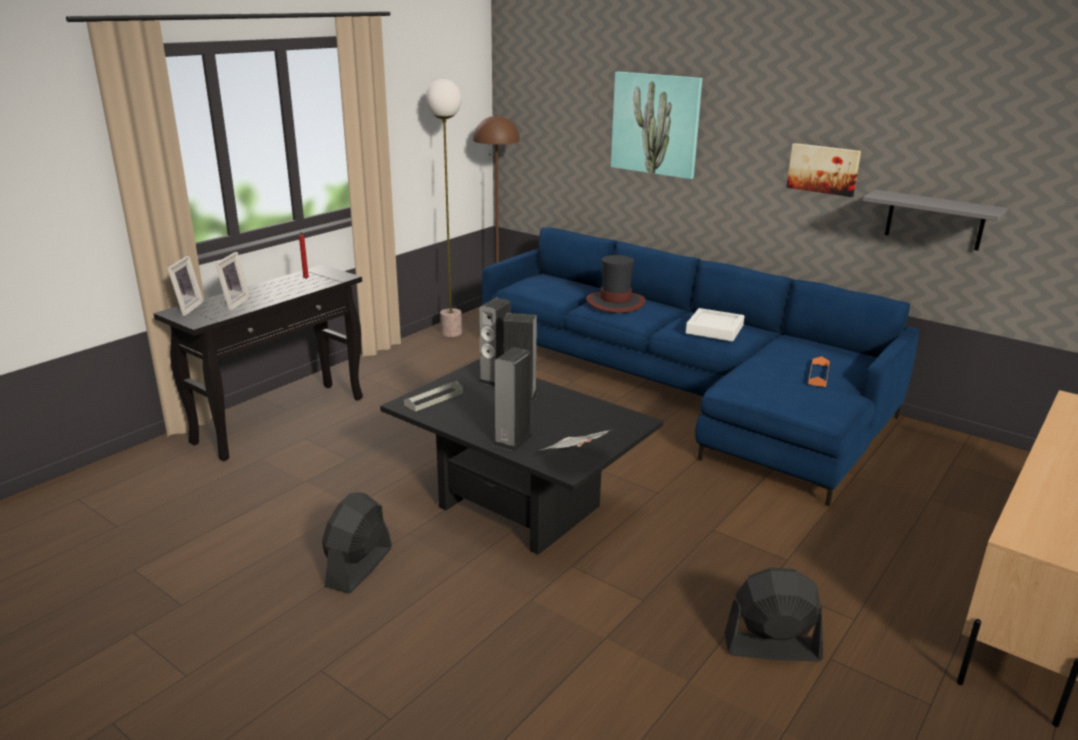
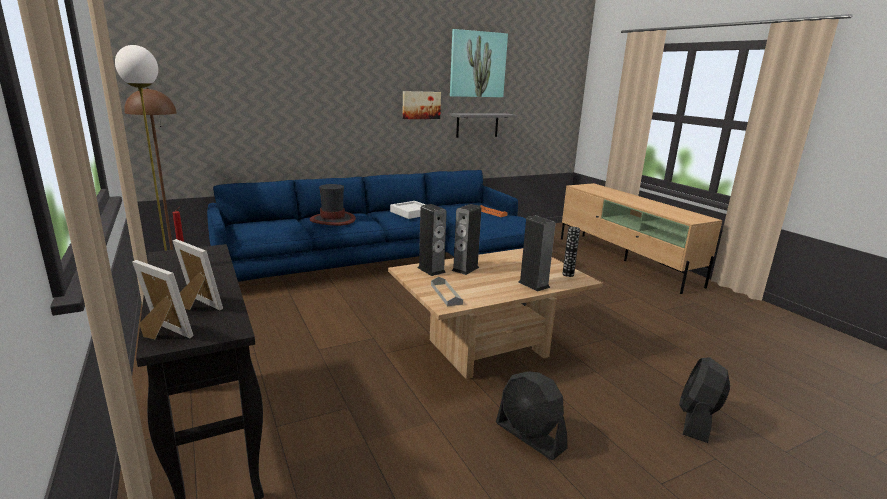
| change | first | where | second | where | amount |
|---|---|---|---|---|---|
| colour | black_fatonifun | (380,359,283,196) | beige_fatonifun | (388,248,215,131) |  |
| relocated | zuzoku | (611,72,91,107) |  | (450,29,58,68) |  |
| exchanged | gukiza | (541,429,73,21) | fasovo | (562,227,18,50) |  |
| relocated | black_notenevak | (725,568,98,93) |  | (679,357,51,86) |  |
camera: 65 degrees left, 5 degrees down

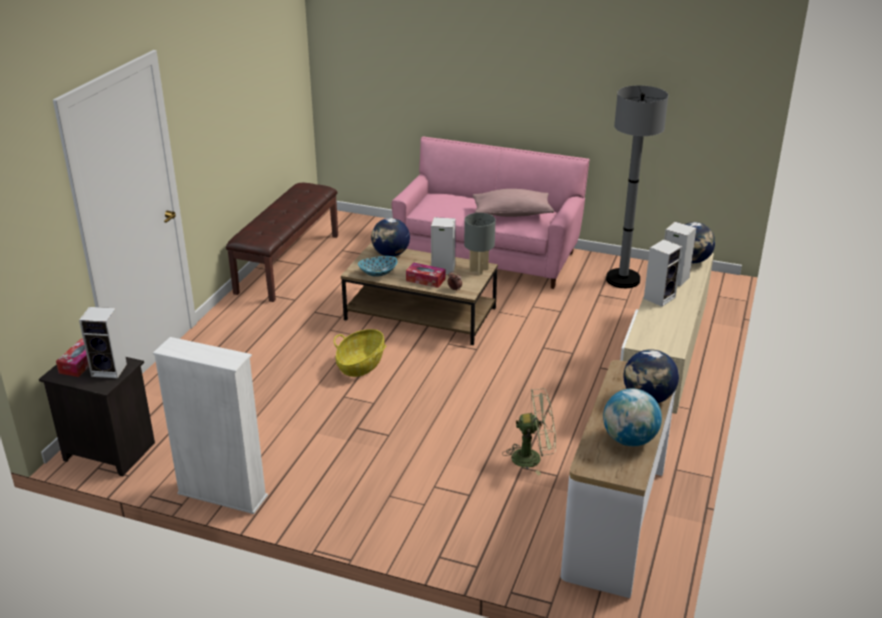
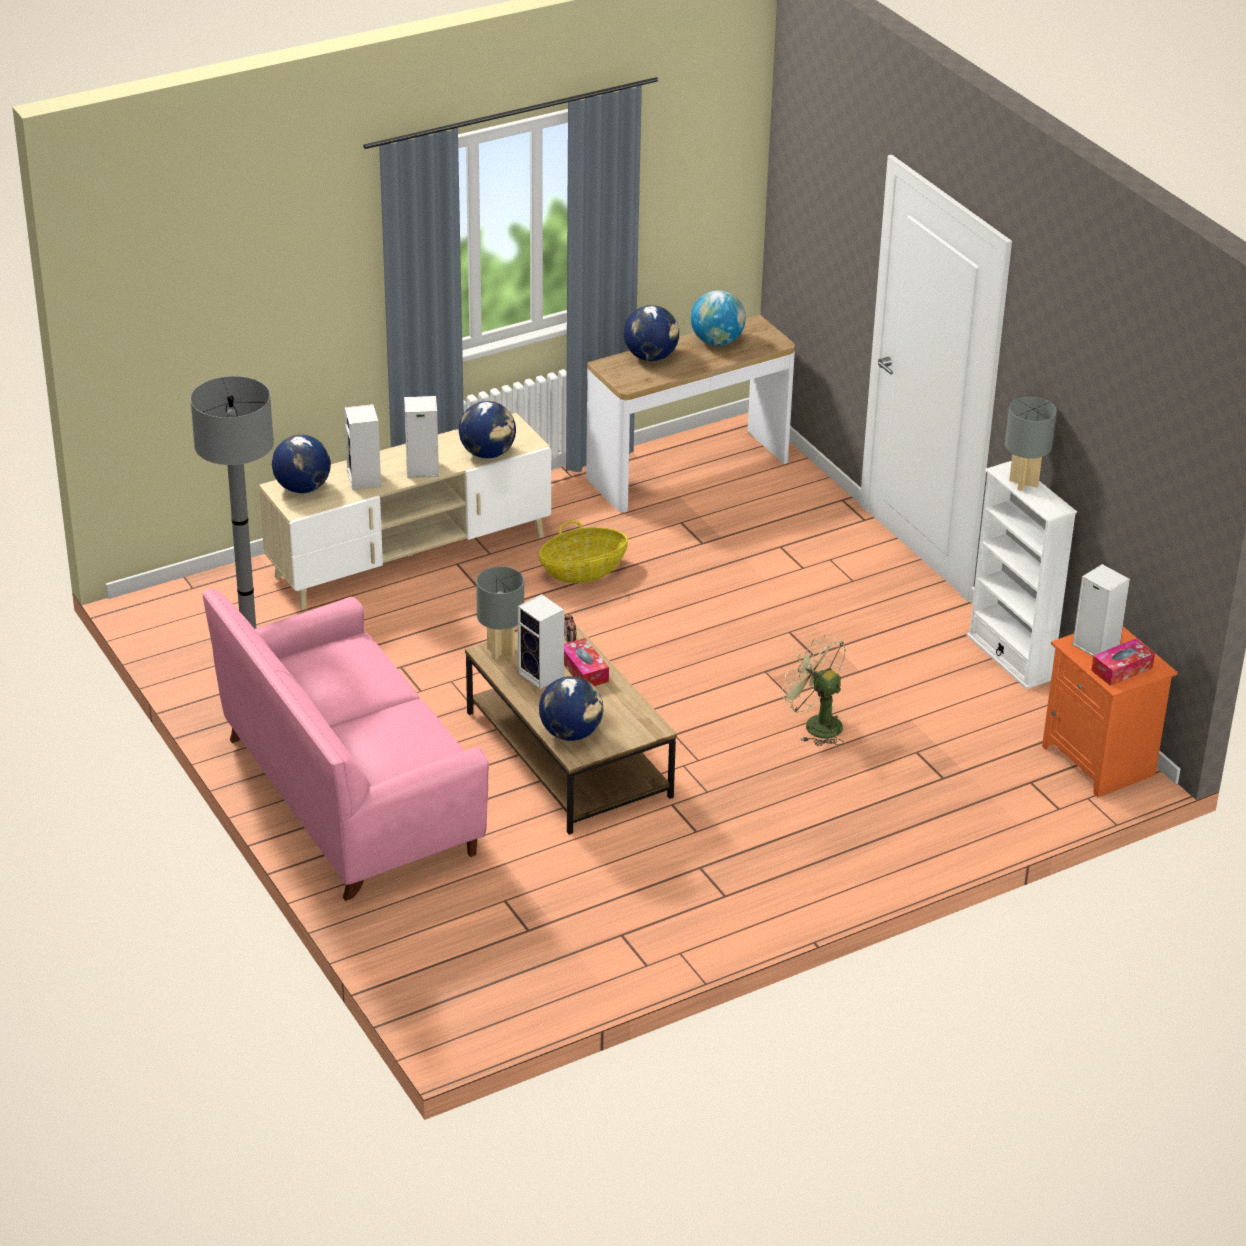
| change | first | where | second | where | amount |
|---|---|---|---|---|---|
| appeared |  |  | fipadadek | (459,401,57,57) |  |
| relocated | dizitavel | (334,329,52,48) |  | (539,521,89,62) |  |
| relocated | green_notenevak | (502,388,54,87) |  | (780,634,66,112) |  |
| appeared |  |  | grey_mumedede | (1005,397,52,94) |  |
| colour | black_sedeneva | (39,357,116,119) | orange_sedeneva | (1042,627,136,171) |  |
| missing | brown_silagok | (226,183,112,119) |  |  |  |
| missing | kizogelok | (358,256,39,21) |  |  |  |
| missing | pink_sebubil | (473,189,81,28) |  |  |  |
camera: 140 degrees left, 5 degrees up

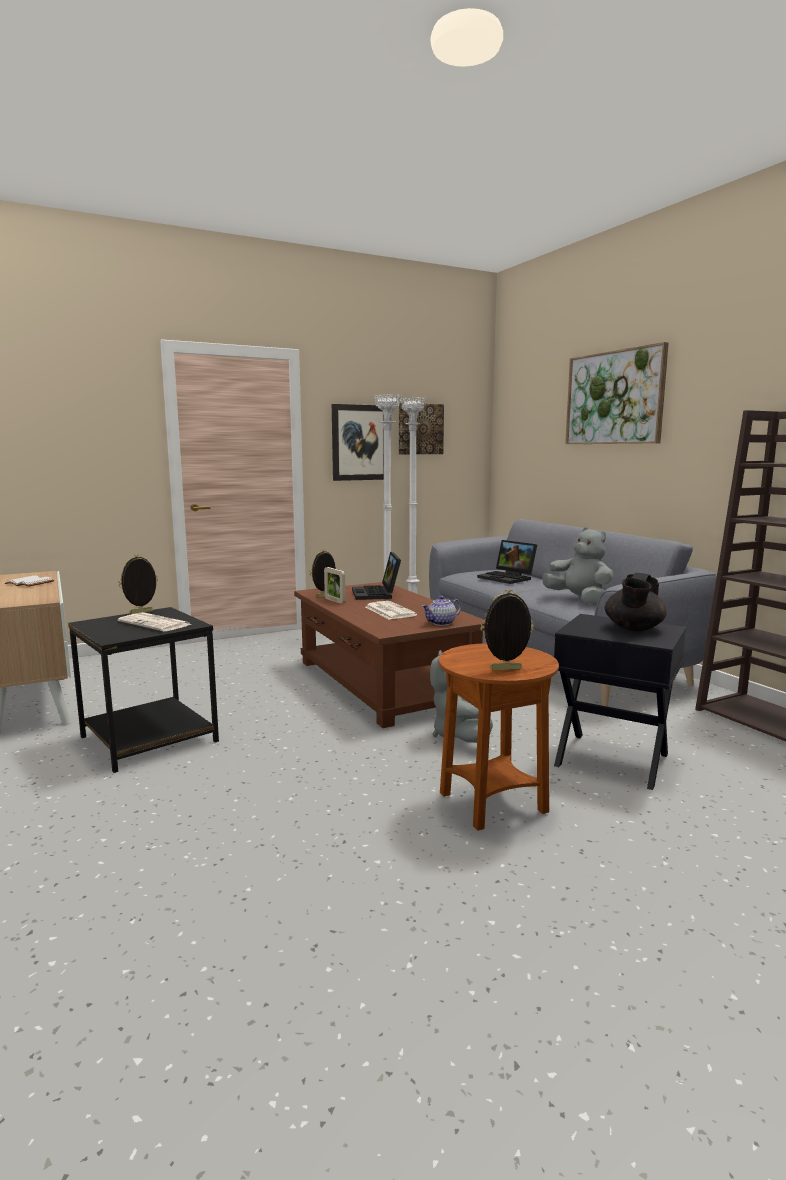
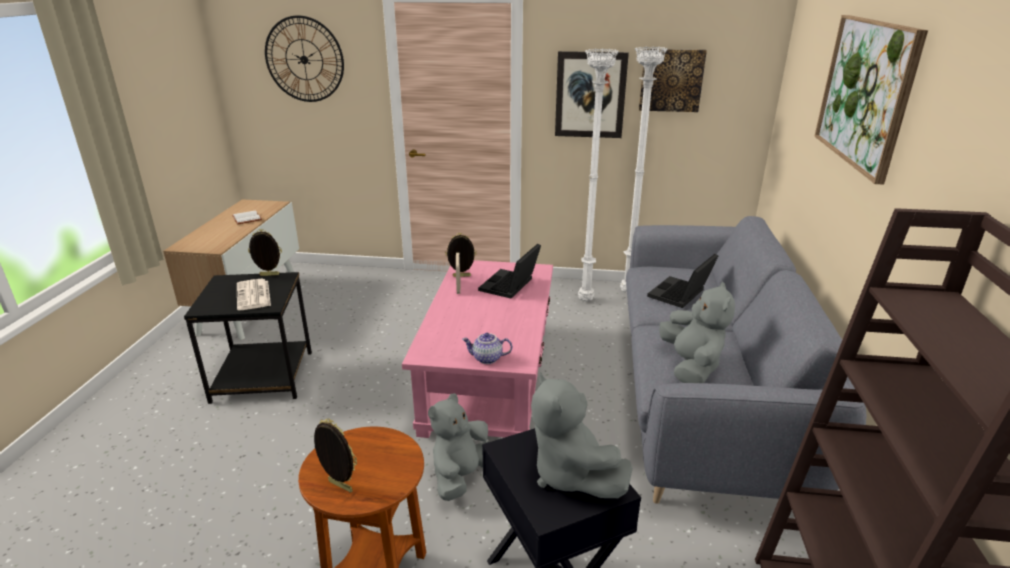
| change | first | where | second | where | amount |
|---|---|---|---|---|---|
| appeared |  |  | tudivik | (265,15,79,87) |  |
| colour | brown_fatonifun | (294,582,191,146) | pink_fatonifun | (402,260,151,178) |  |
| exchanged | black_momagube | (605,573,62,58) | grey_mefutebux | (531,372,102,126) |  |
| spun | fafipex | (477,540,60,44) |  | (647,254,71,54) | 45 degrees clockwise |
| missing | gukiza | (365,601,52,19) |  |  |  |
camera: 35 degrees right, 15 degrees up

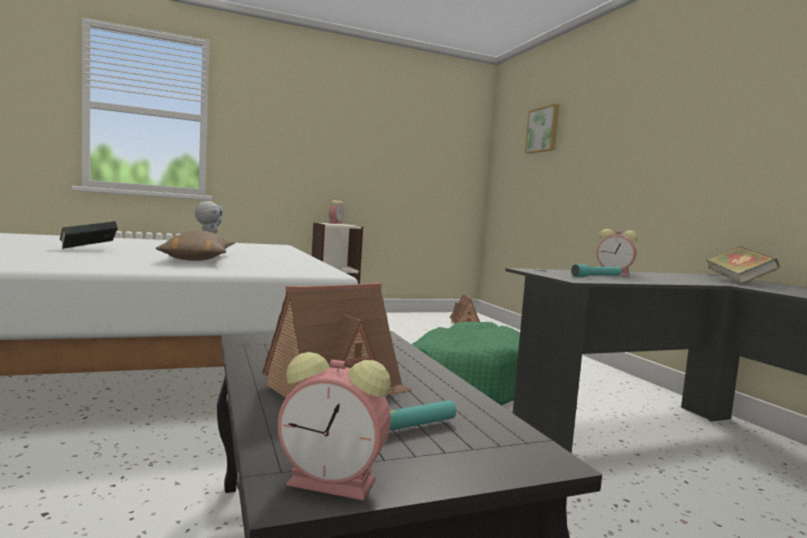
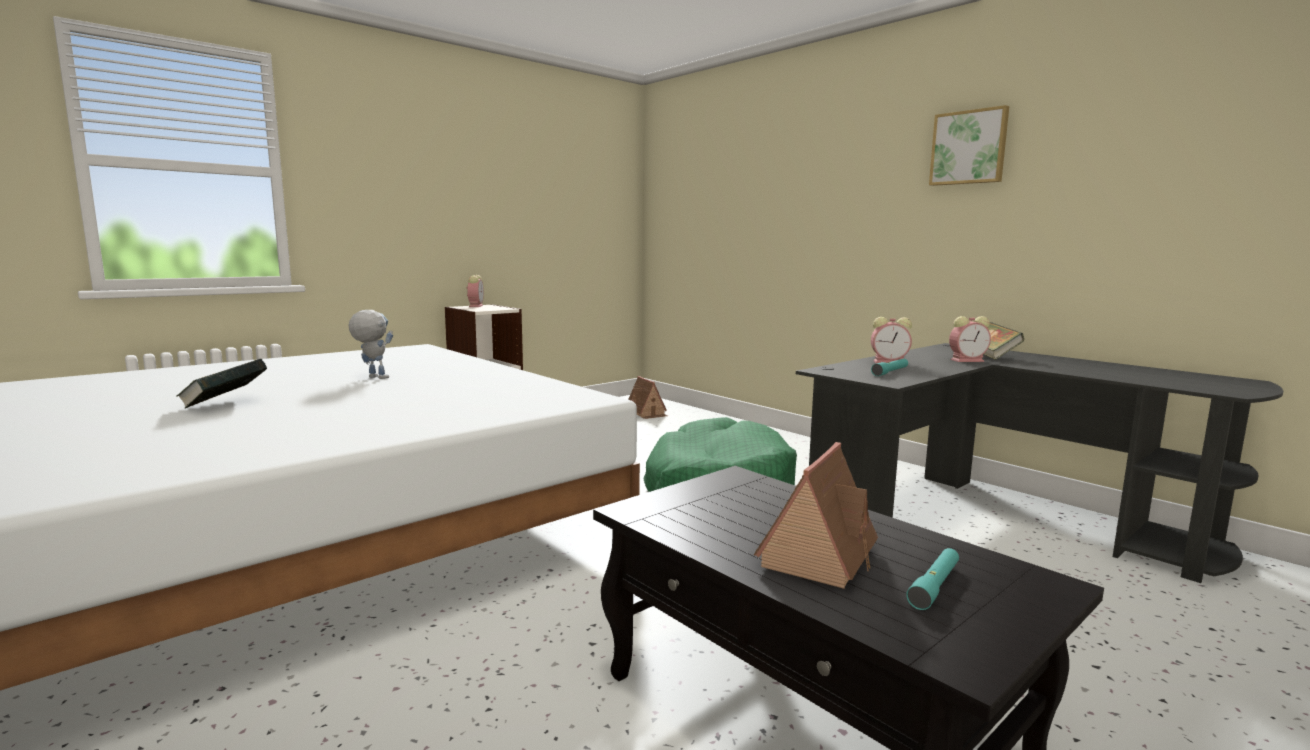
| change | first | where | second | where | amount |
|---|---|---|---|---|---|
| relocated | zuzoku | (525,104,34,50) |  | (929,105,80,81) |  |
| relocated | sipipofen | (278,352,113,148) |  | (949,316,42,46) |  |
| missing | brown_sebubil | (155,230,80,31) |  |  |  |
camera: 20 degrees left, 5 degrees up

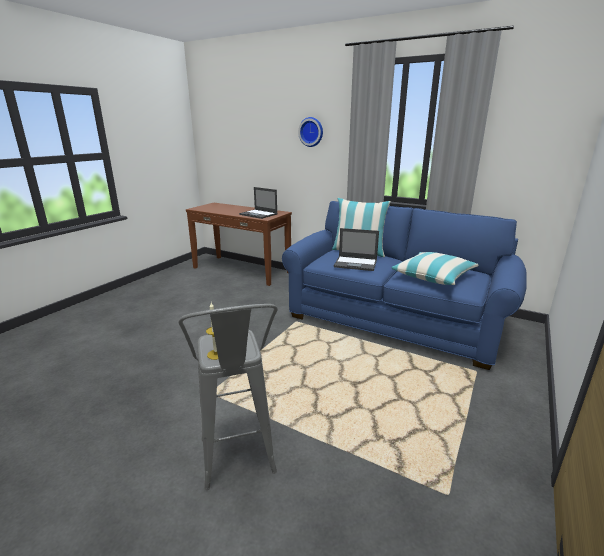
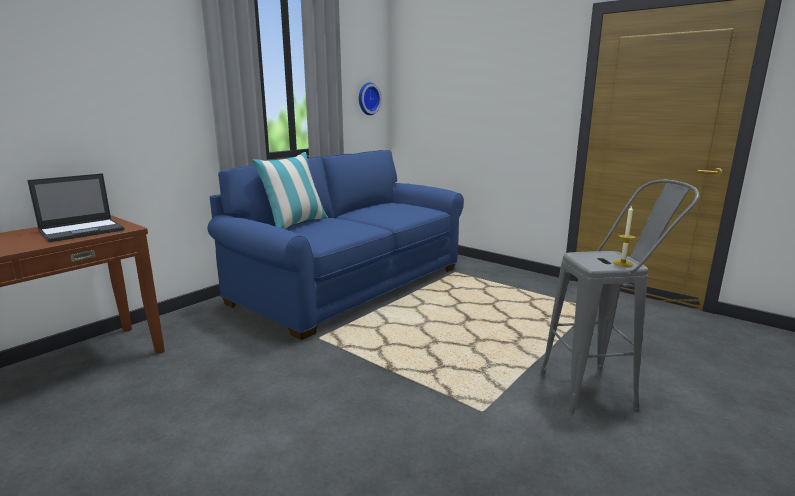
| change | first | where | second | where | amount |
|---|---|---|---|---|---|
| relocated | tudivik | (298,117,25,30) |  | (359,82,23,33) |  |
| missing | fafipex | (334,228,45,43) |  |  |  |
| missing | sebubil | (392,252,86,33) |  |  |  |
camera: 80 degrees left, 5 degrees down

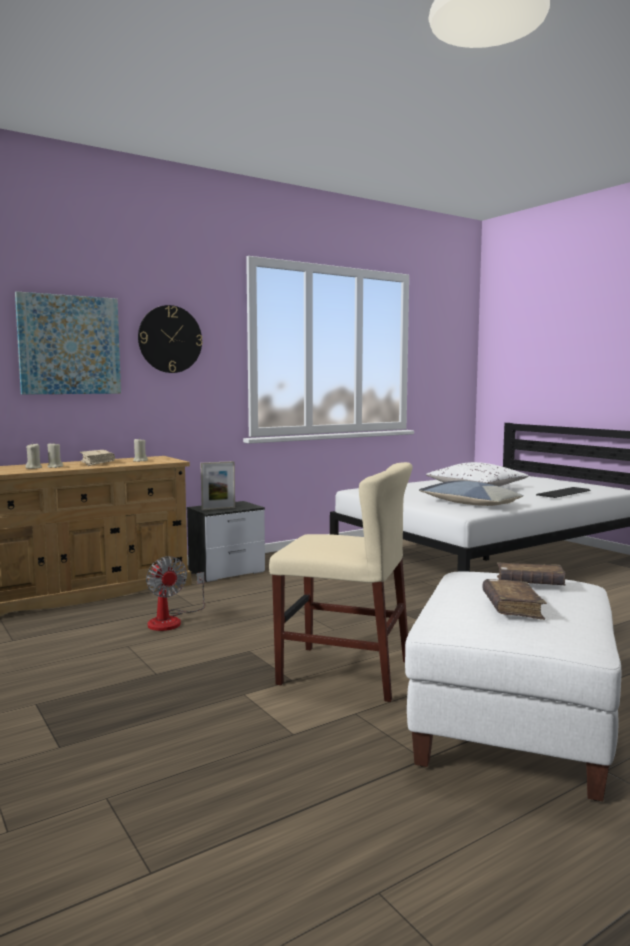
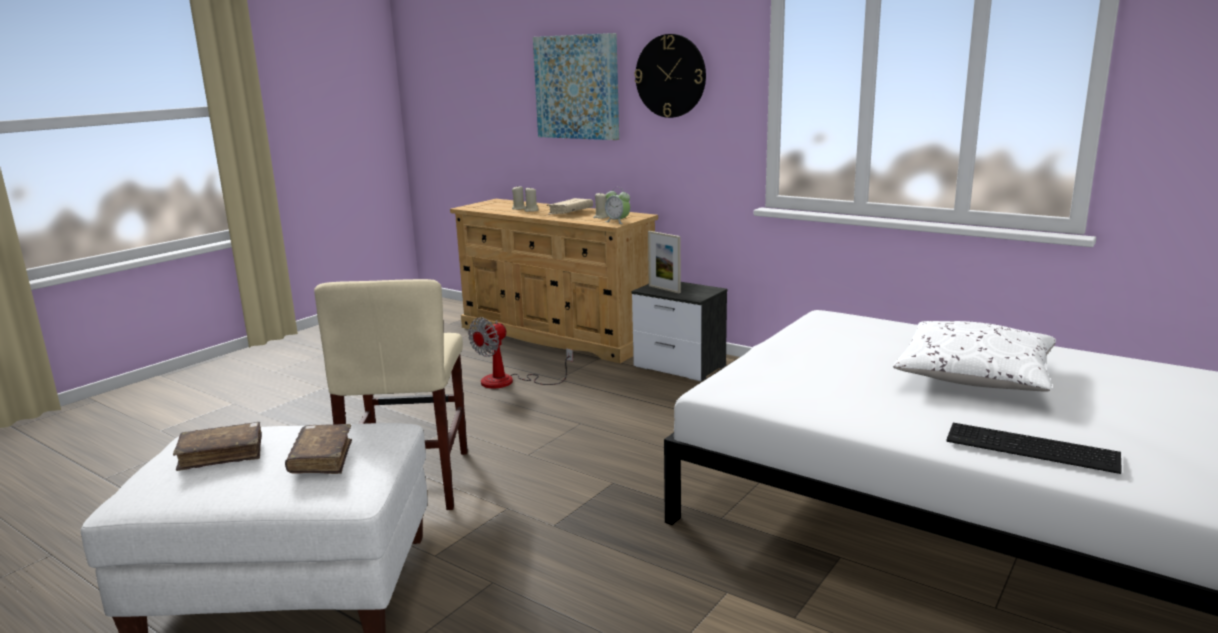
| change | first | where | second | where | amount |
|---|---|---|---|---|---|
| appeared |  |  | sipipofen | (605,187,25,37) |  |
| missing | sebubil | (419,481,104,25) |  |  |  |
camera: 70 degrees right, 10 degrees up

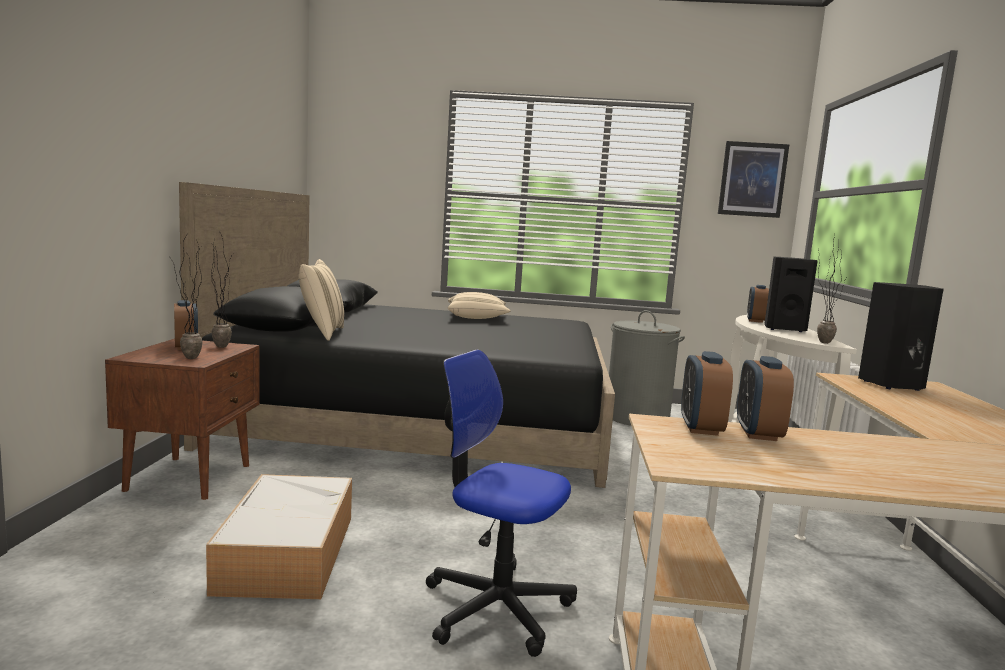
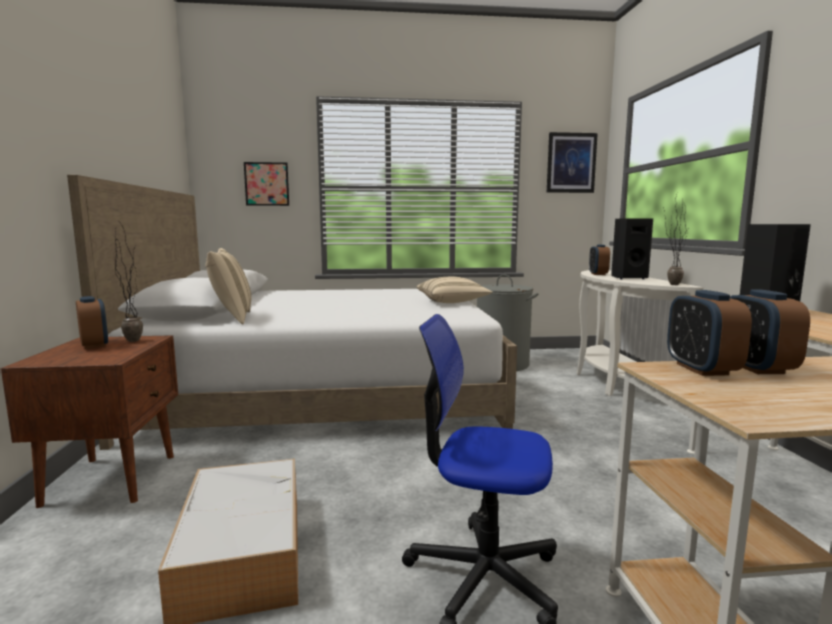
| change | first | where | second | where | amount |
|---|---|---|---|---|---|
| colour | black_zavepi | (179,182,436,306) | white_zavepi | (67,175,450,275) |  |
| appeared |  |  | zuzoku | (244,162,45,44) |  |
| relocated | beige_sebubil | (448,292,63,27) |  | (417,277,76,26) |  |
| missing | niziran | (174,236,29,123) |  |  |  |
camera: 10 degrees left, 0 degrees up

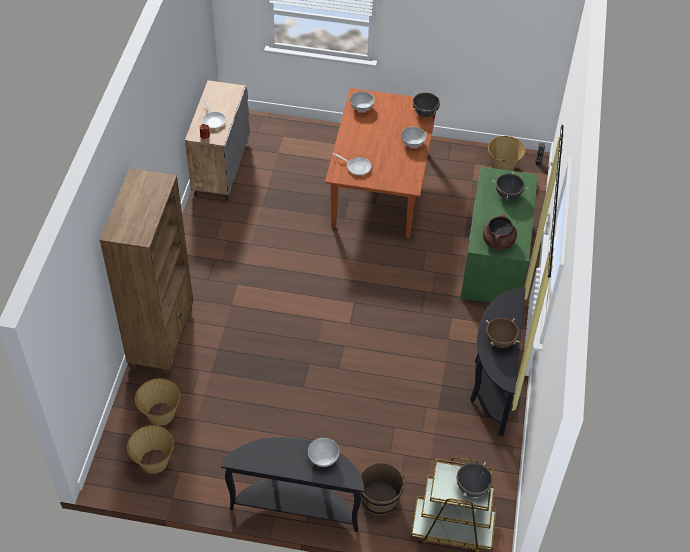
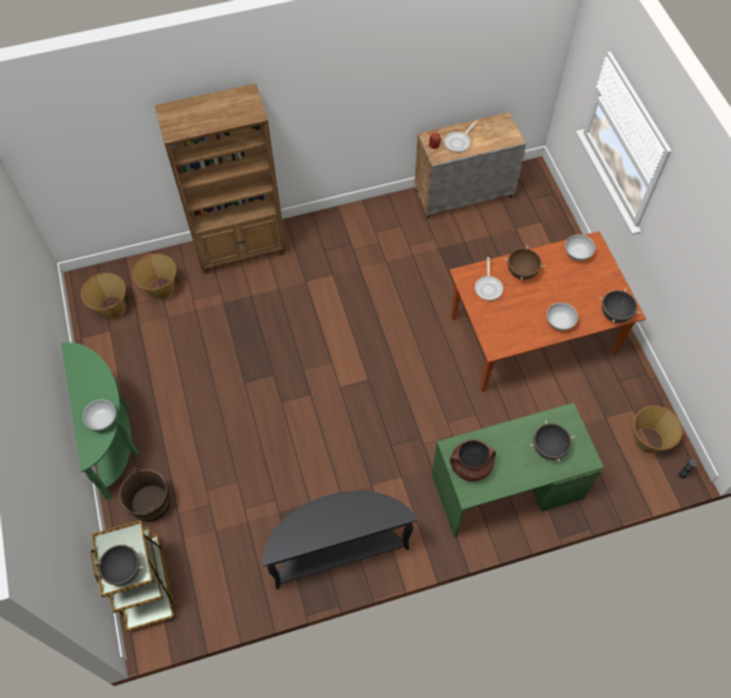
| change | first | where | second | where | amount |
|---|---|---|---|---|---|
| colour | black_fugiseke | (221,437,143,95) | green_fugiseke | (61,342,79,158) |  |
| relocated | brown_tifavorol | (486,318,34,30) |  | (504,245,41,35) |  |
camera: 65 degrees right, 10 degrees up

